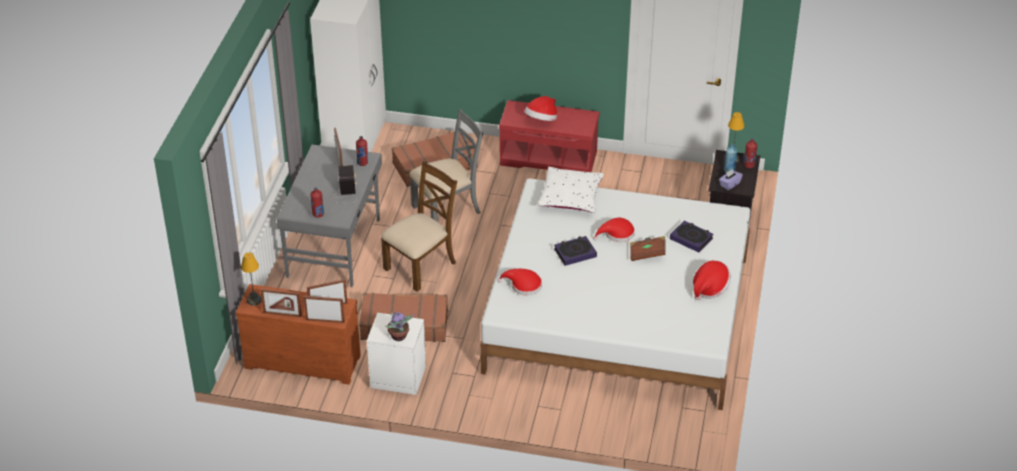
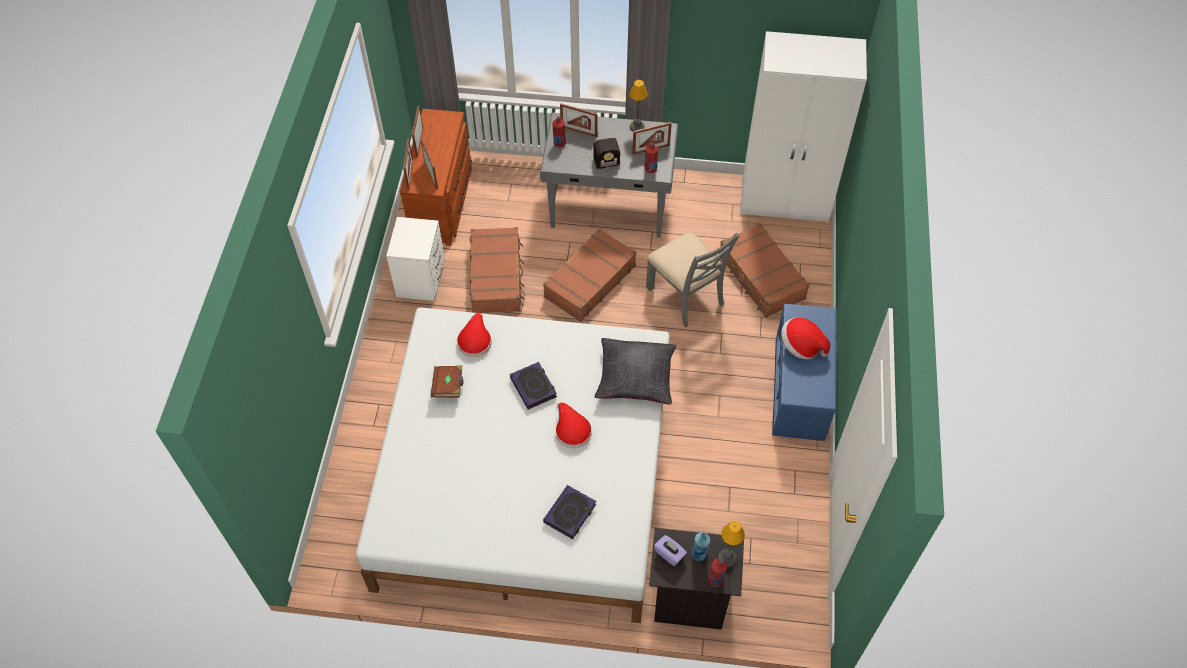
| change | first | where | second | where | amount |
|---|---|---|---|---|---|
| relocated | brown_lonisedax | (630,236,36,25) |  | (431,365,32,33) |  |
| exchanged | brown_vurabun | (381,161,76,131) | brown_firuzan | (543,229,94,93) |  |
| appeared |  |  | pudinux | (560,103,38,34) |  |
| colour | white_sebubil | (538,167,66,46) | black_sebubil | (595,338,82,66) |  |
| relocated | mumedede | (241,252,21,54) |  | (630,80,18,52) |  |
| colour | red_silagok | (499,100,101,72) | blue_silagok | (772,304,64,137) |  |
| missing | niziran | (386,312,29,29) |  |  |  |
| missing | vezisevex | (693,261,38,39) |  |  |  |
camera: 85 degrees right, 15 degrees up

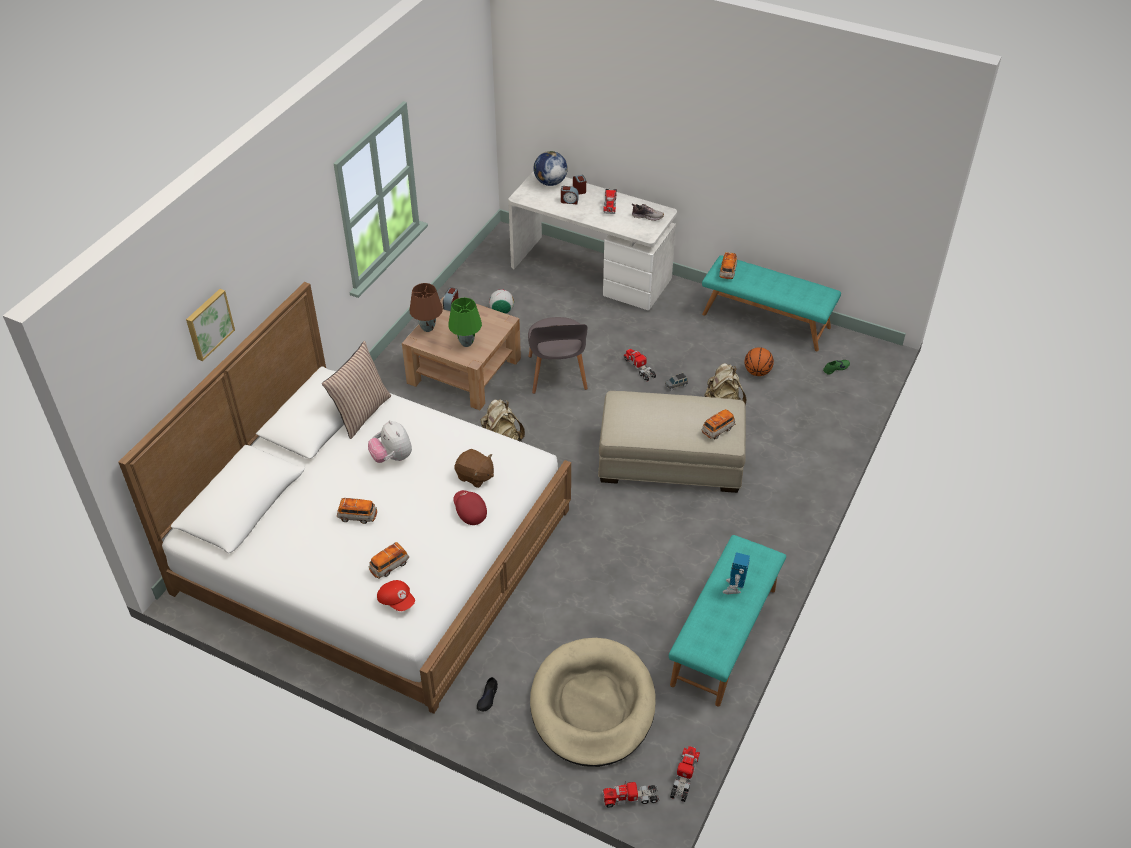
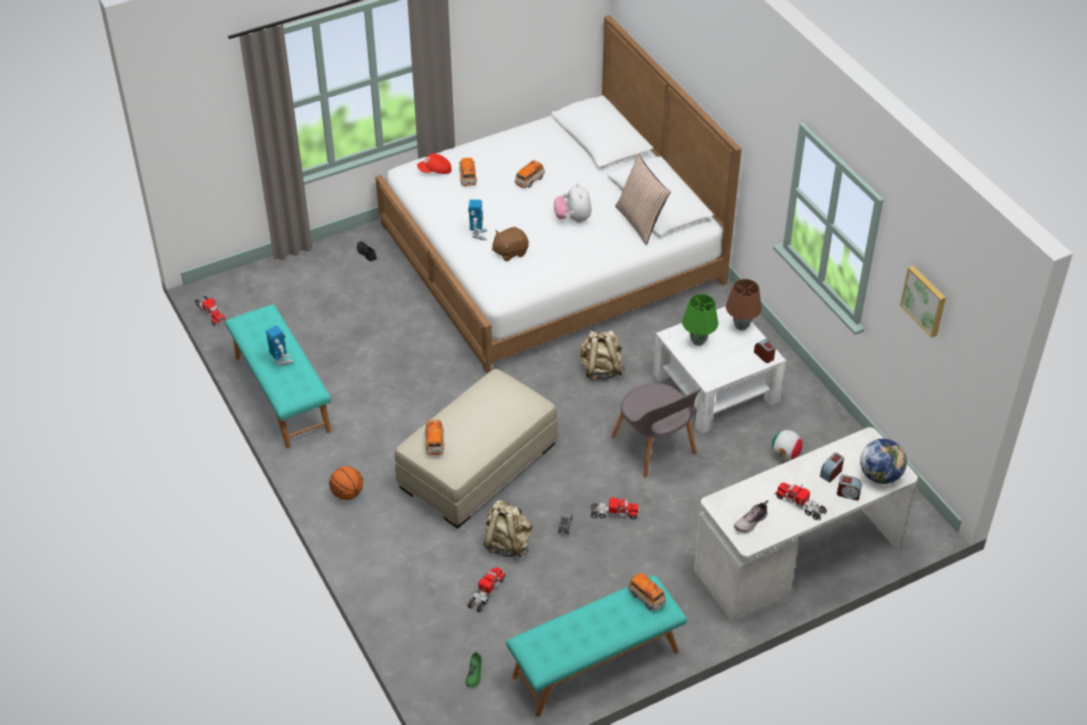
| change | first | where | second | where | amount |
|---|---|---|---|---|---|
| relocated | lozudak | (745,347,29,29) |  | (329,466,34,34) |  |
| exchanged | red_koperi | (453,490,34,35) | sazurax | (468,199,20,41) |  |
| relocated | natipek | (602,781,57,26) |  | (468,567,37,45) |  |
| spun | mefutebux | (368,420,44,43) |  | (554,183,38,40) | 105 degrees counterclockwise |
| spun | grey_vurabun | (528,317,60,77) |  | (611,383,91,94) | 150 degrees counterclockwise |
| colour | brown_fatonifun | (402,298,119,112) | white_fatonifun | (653,306,133,128) |  |
| relocated | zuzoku | (186,289,49,72) |  | (900,266,46,71) |  |
| missing | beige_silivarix | (530,638,126,129) |  |  |  |
camera: 125 degrees right, 0 degrees up

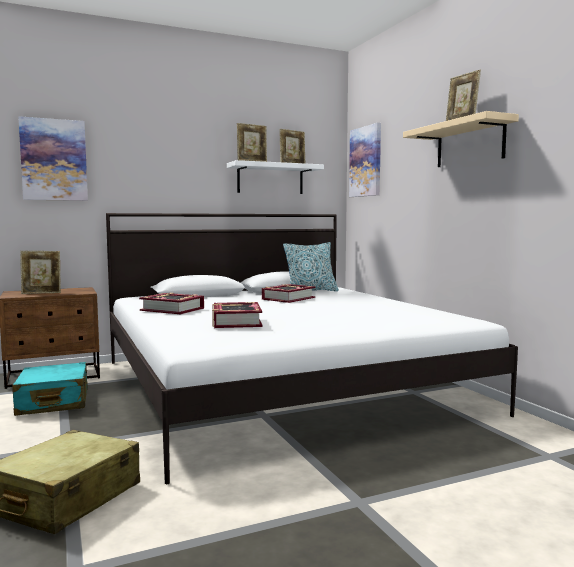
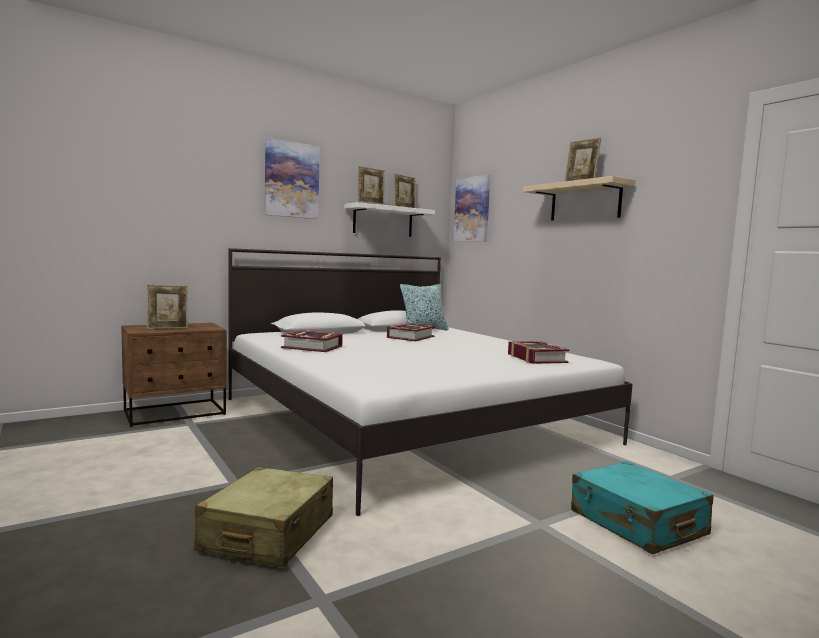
| change | first | where | second | where | amount |
|---|---|---|---|---|---|
| relocated | zuzoku | (18,116,70,85) |  | (265,138,55,81) |  |
| relocated | lonisedax | (212,302,50,26) |  | (508,341,61,23) |  |
| relocated | turquoise_firuzan | (12,362,76,54) |  | (571,461,142,93) |  |
camera: 10 degrees left, 0 degrees up

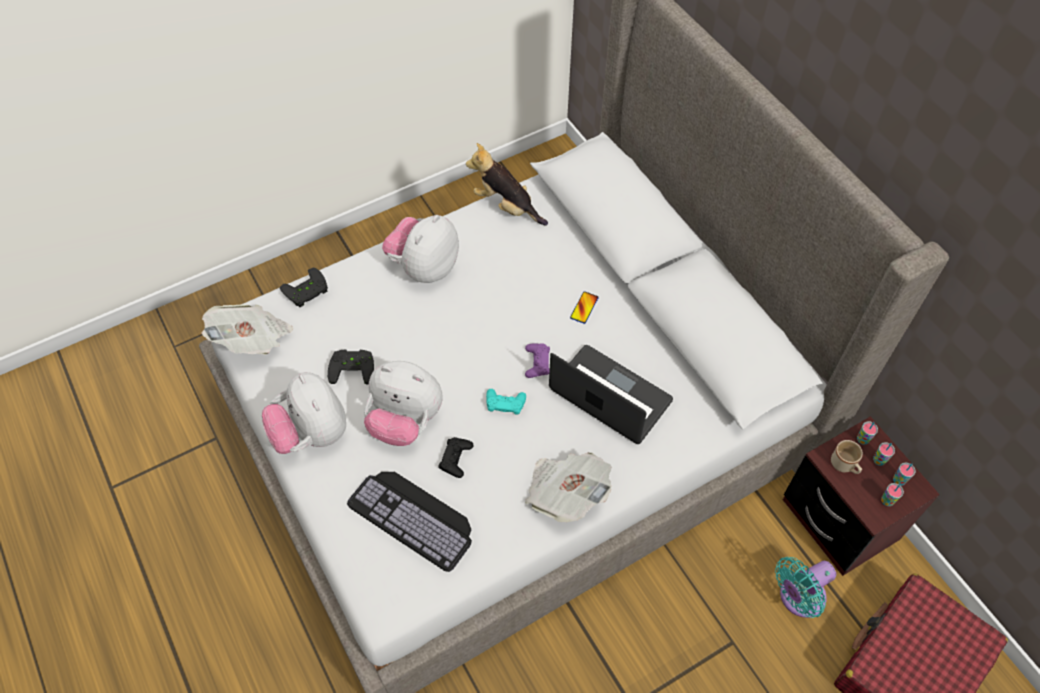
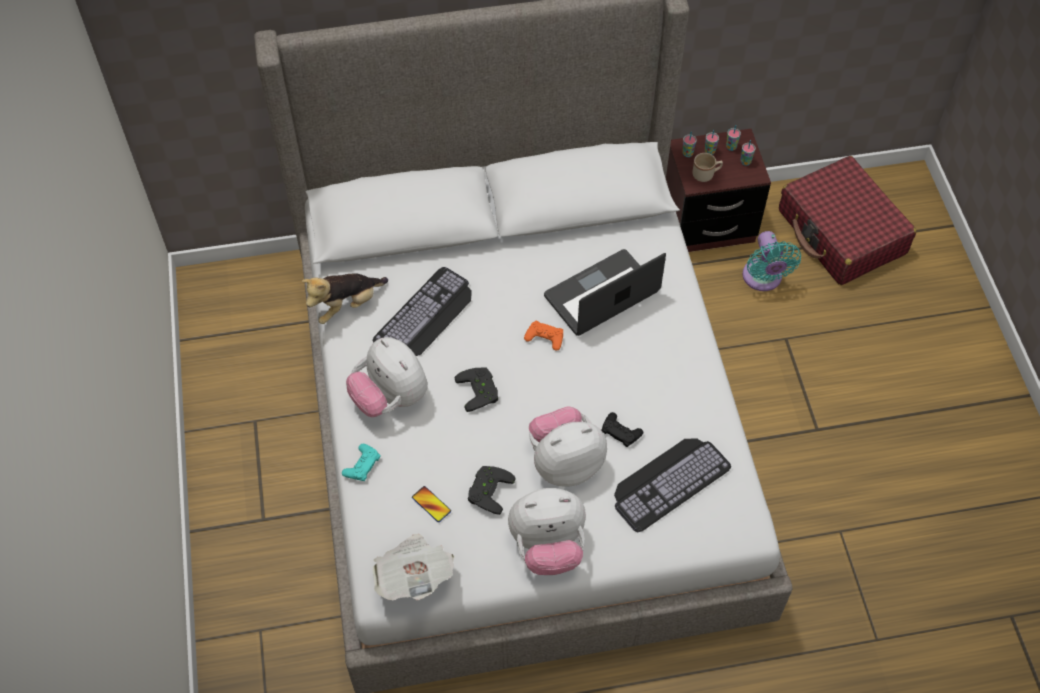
| change | first | where | second | where | amount |
|---|---|---|---|---|---|
| relocated | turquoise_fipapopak | (486,389,40,26) |  | (342,444,39,37) |  |
| appeared |  |  | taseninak | (373,267,99,89) |  |
| relocated | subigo | (570,291,29,33) |  | (412,486,39,36) |  |
| relocated | black_fipapopak | (280,268,48,39) |  | (455,368,43,44) |  |
| colour | purple_fipapopak | (525,343,25,35) | orange_fipapopak | (524,321,39,30) |  |
| spun | mefutebux | (364,361,78,85) |  | (529,406,78,81) | 150 degrees counterclockwise |
| missing | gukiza | (525,452,87,70) |  |  |  |
camera: 70 degrees left, 0 degrees up

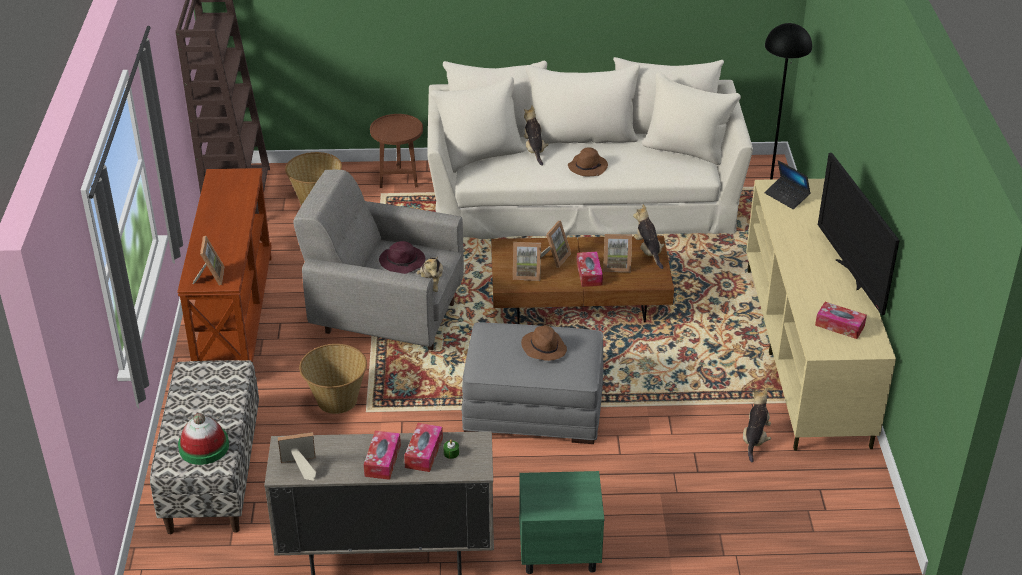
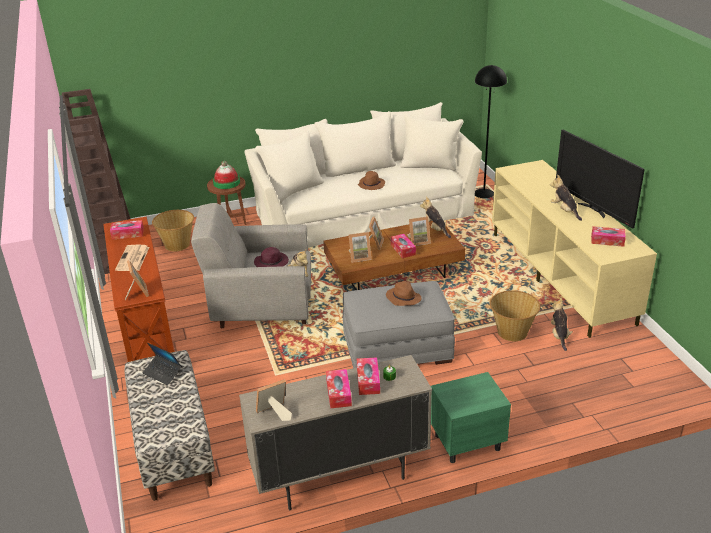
| change | first | where | second | where | amount |
|---|---|---|---|---|---|
| appeared |  |  | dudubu | (110,220,34,20) |  |
| appeared |  |  | gukiza | (115,245,34,26) |  |
| relocated | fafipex | (765,160,46,49) |  | (143,343,39,42) |  |
| relocated | vezisevex | (178,413,51,52) |  | (213,161,27,28) |  |
| relocated | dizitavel | (299,344,68,70) |  | (490,290,50,51) |  |
| relocated | mefutebux | (524,106,25,60) |  | (550,175,32,46) |  |
camera: 15 degrees left, 5 degrees down

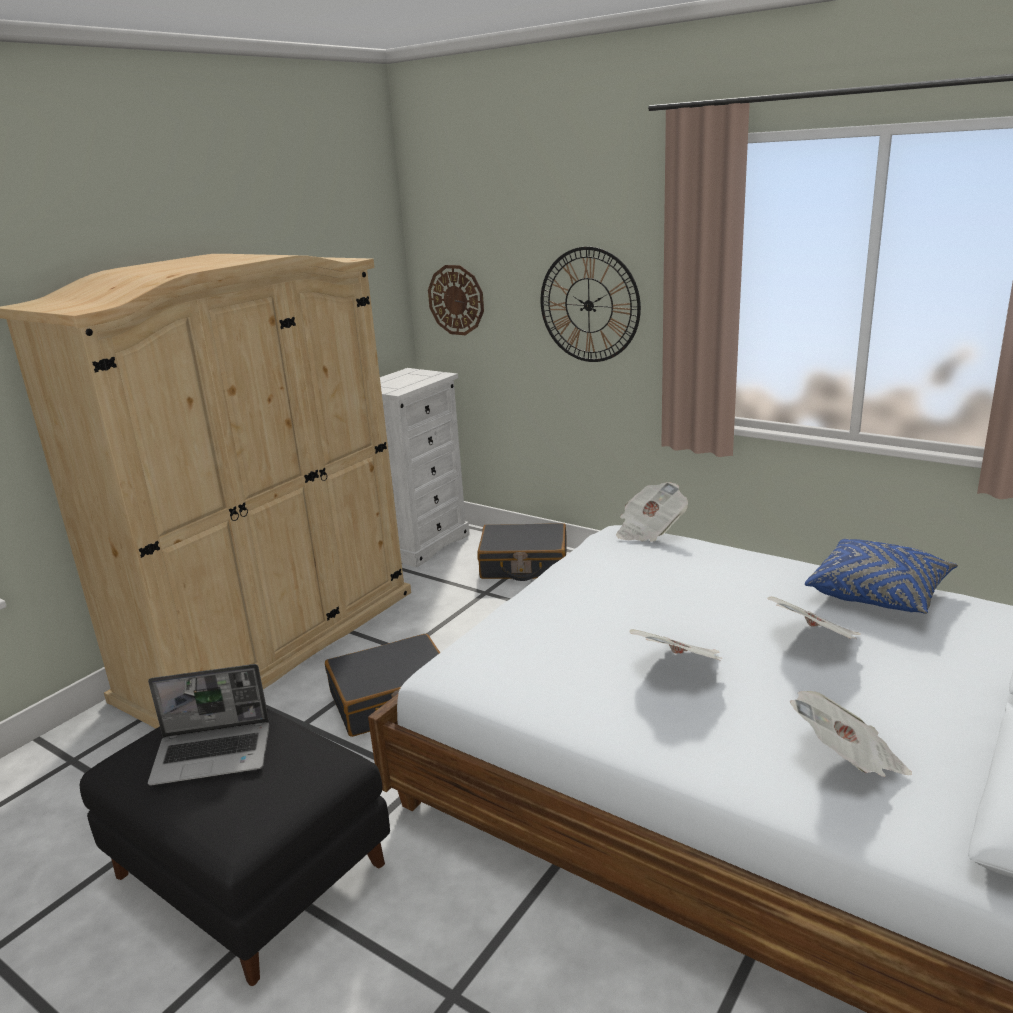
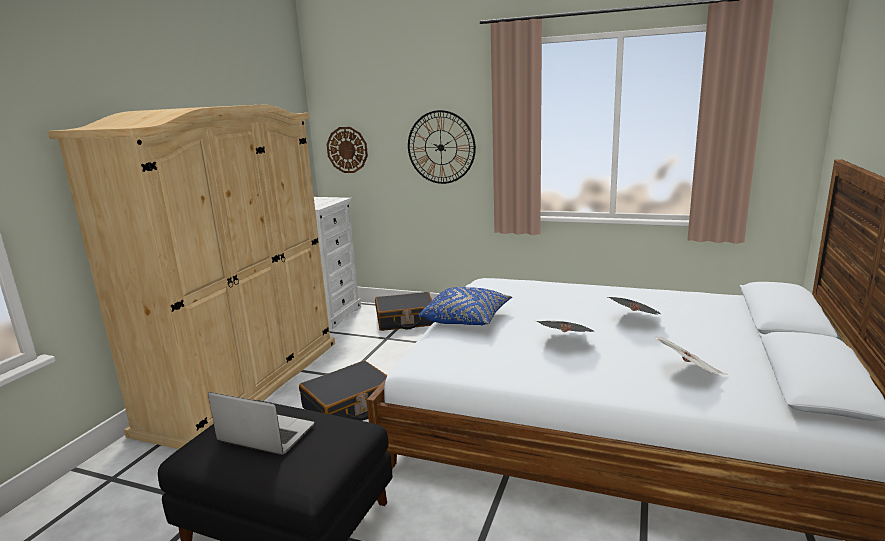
| change | first | where | second | where | amount |
|---|---|---|---|---|---|
| spun | fafipex | (148,664,121,122) |  | (208,392,106,63) | 135 degrees counterclockwise |
| relocated | blue_sebubil | (805,539,153,75) |  | (418,287,94,38) |  |
| missing | gukiza | (616,482,72,60) |  |  |  |
camera: 15 degrees left, 5 degrees down

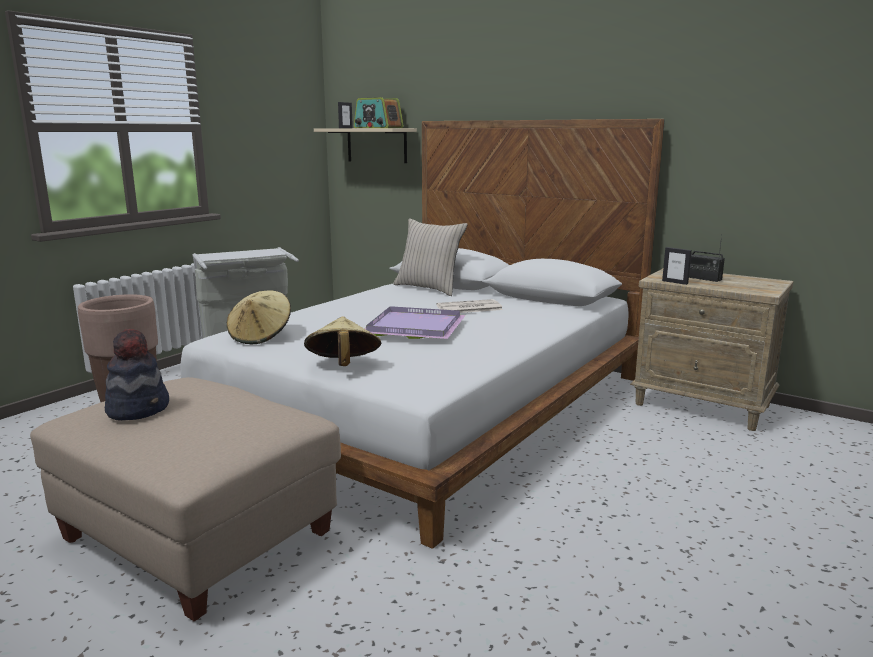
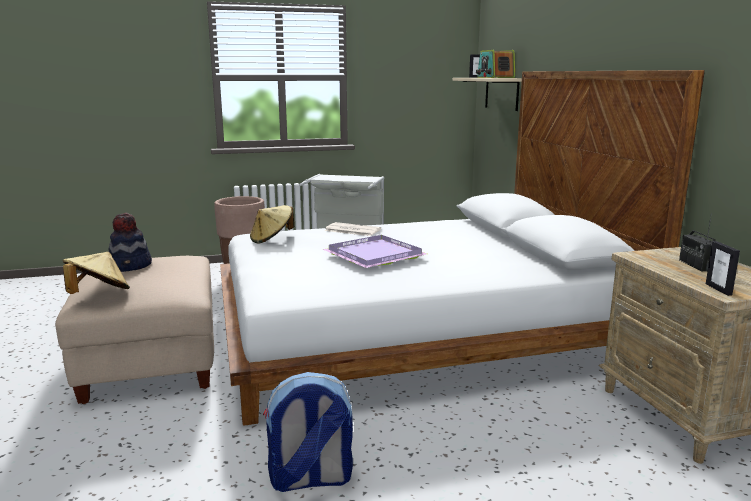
| change | first | where | second | where | amount |
|---|---|---|---|---|---|
| relocated | beige_vezisevex | (304,316,77,50) |  | (63,252,67,42) |  |
| appeared |  |  | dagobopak | (263,372,90,120) |  |
| relocated | gukiza | (436,299,67,14) |  | (325,222,56,14) |  |
| relocated | pudinux | (662,247,30,38) |  | (706,241,34,55) |  |
| missing | beige_sebubil | (393,218,75,78) |  |  |  |
camera: 40 degrees right, 0 degrees up

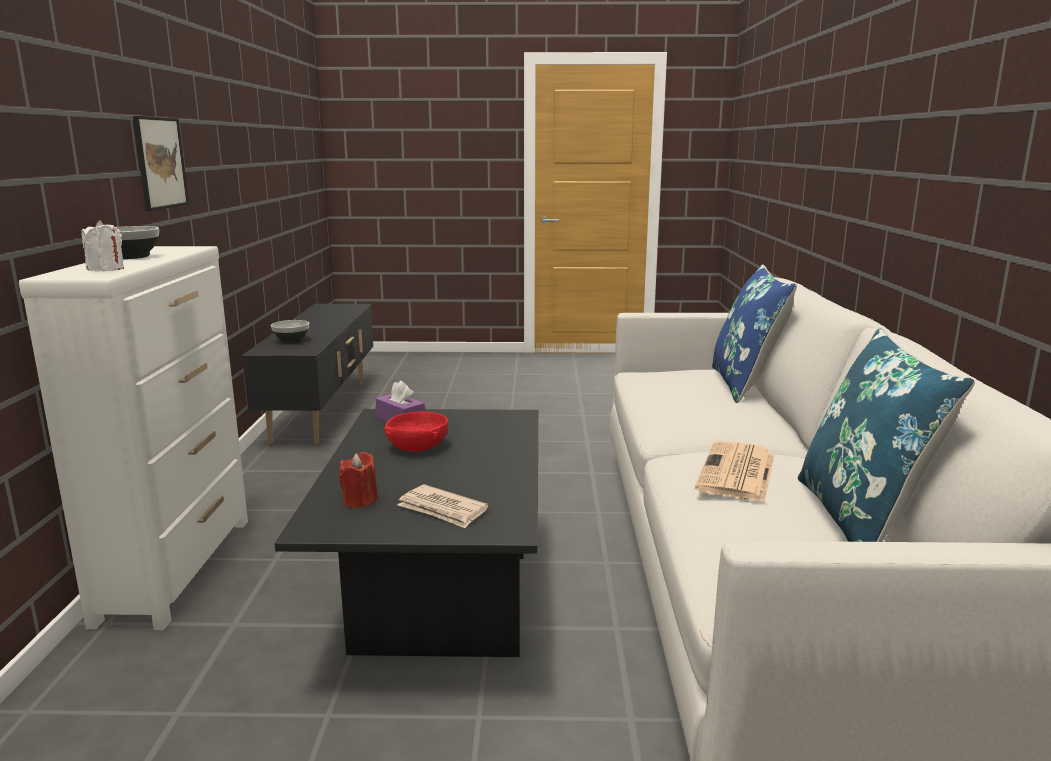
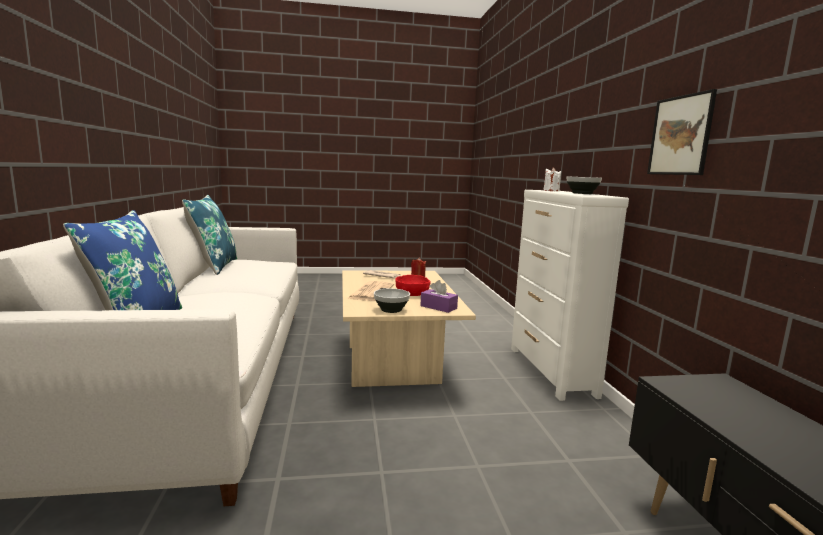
| change | first | where | second | where | amount |
|---|---|---|---|---|---|
| colour | black_fatonifun | (275,409,263,248) | beige_fatonifun | (342,270,134,117) |  |
| relocated | gukiza | (695,441,79,61) |  | (348,281,46,20) |  |
| relocated | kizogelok | (271,320,38,24) |  | (374,288,36,25) |  |
camera: 170 degrees right, 5 degrees down

